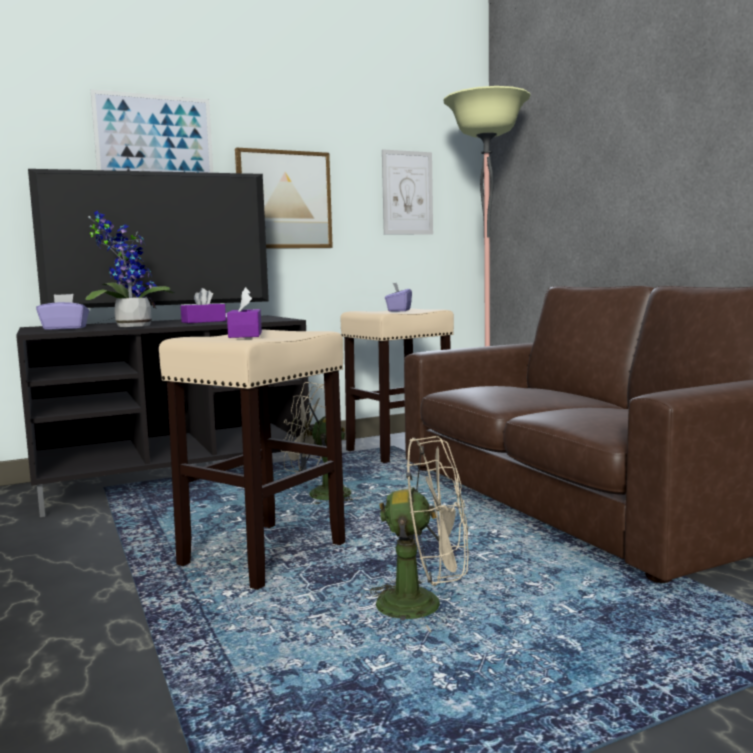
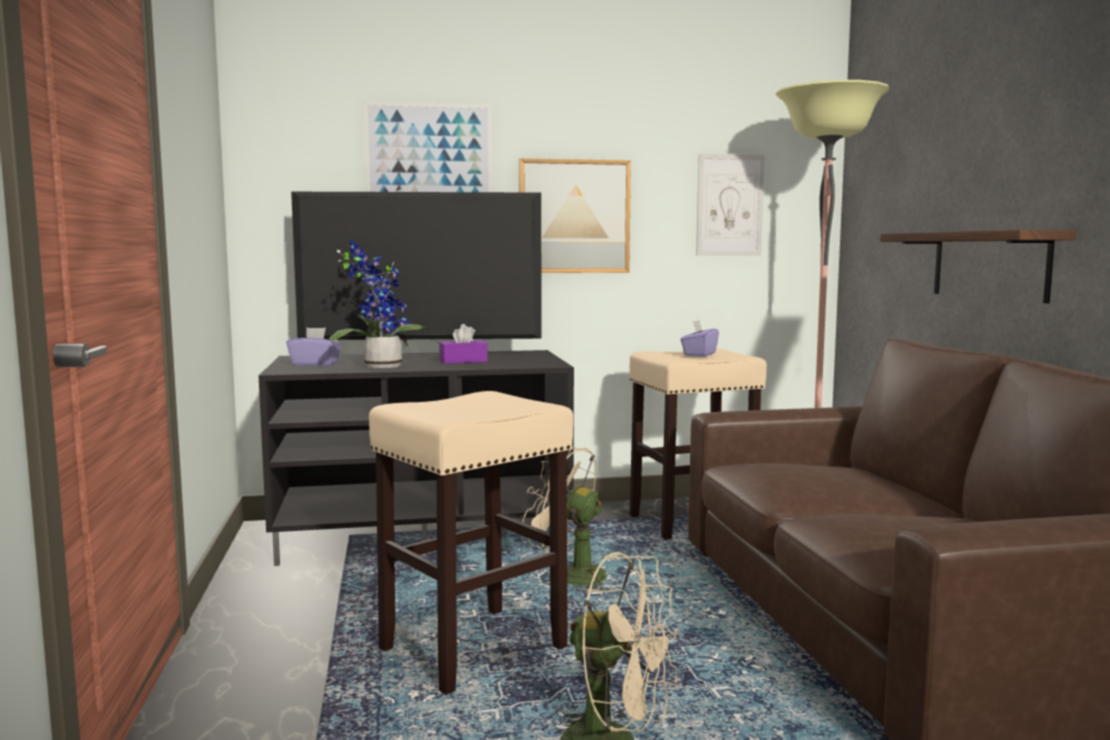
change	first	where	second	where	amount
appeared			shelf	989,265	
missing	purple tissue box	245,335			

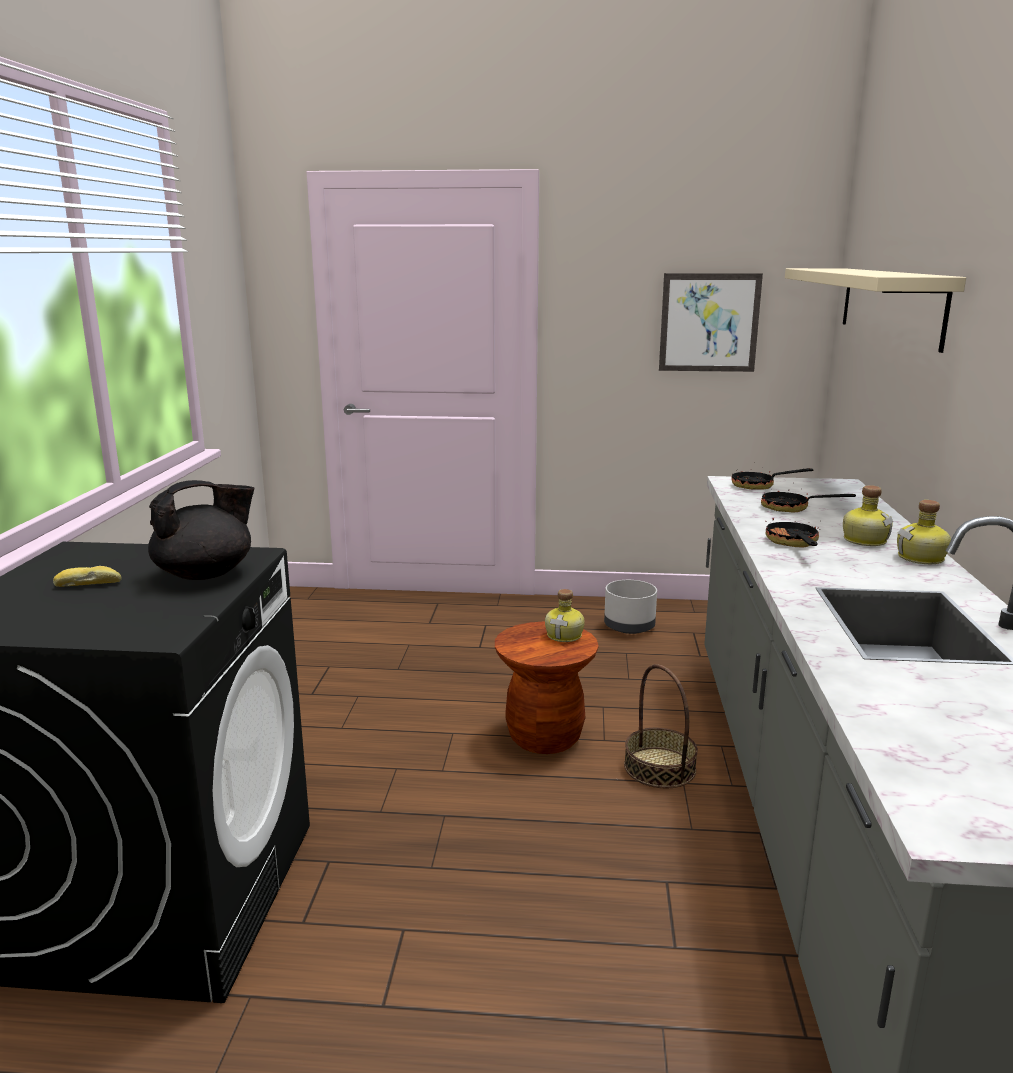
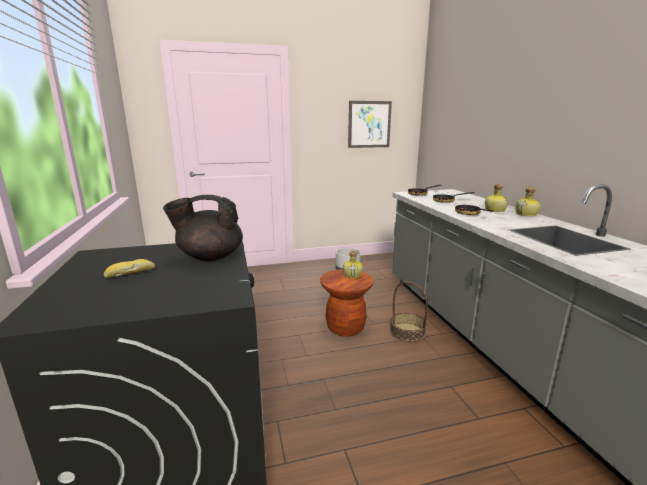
change	first	where	second	where	amount
spun	black teapot	206,574		210,257	135 degrees counterclockwise
missing	beige shelf	890,304			

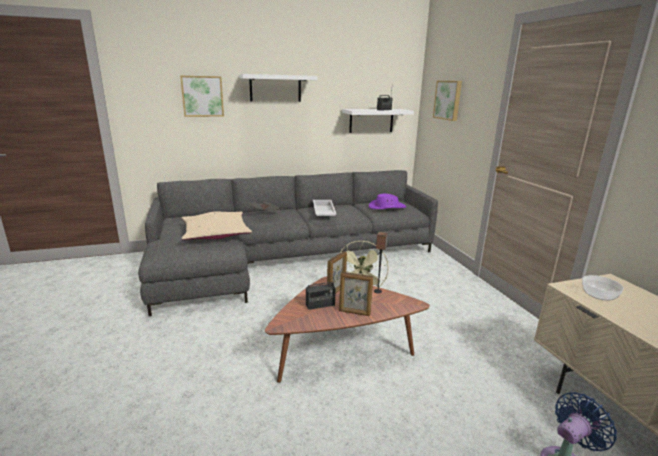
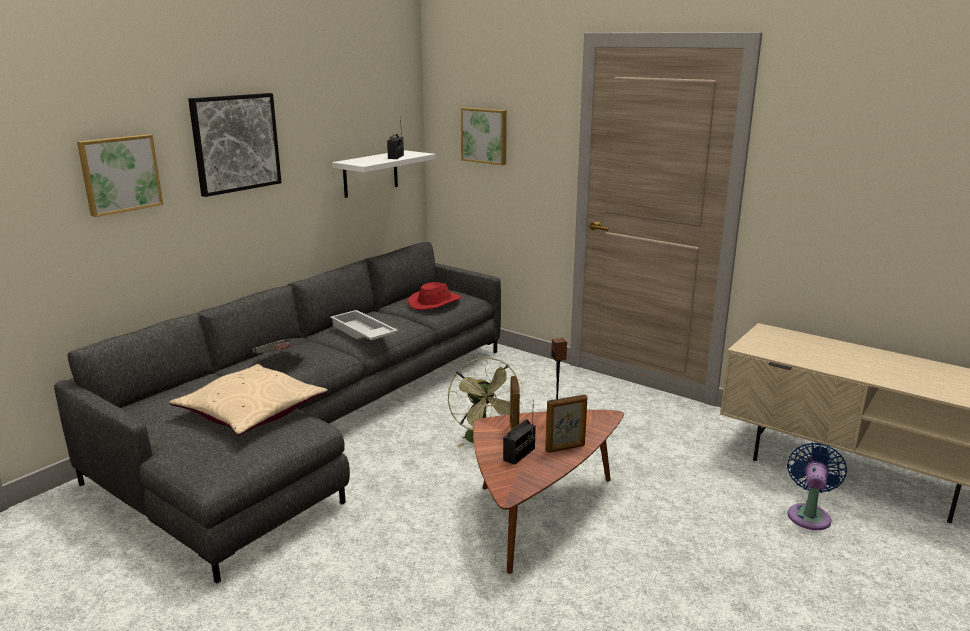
change	first	where	second	where	amount
exchanged	white shelf	275,88	picture	235,143	
colour	purple hat	387,207	red hat	435,303	
missing	bowl	598,295			

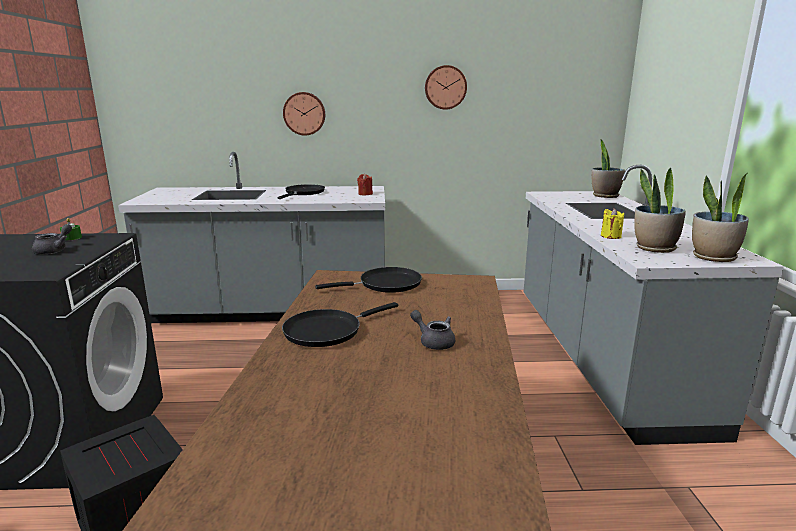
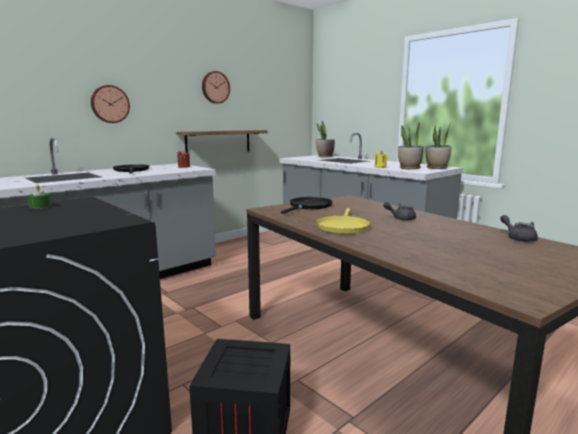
change	first	where	second	where	amount
appeared			shelf	218,142	
colour	black frying pan	327,331	yellow frying pan	343,227	
relocated	grey teapot	55,250		518,238	

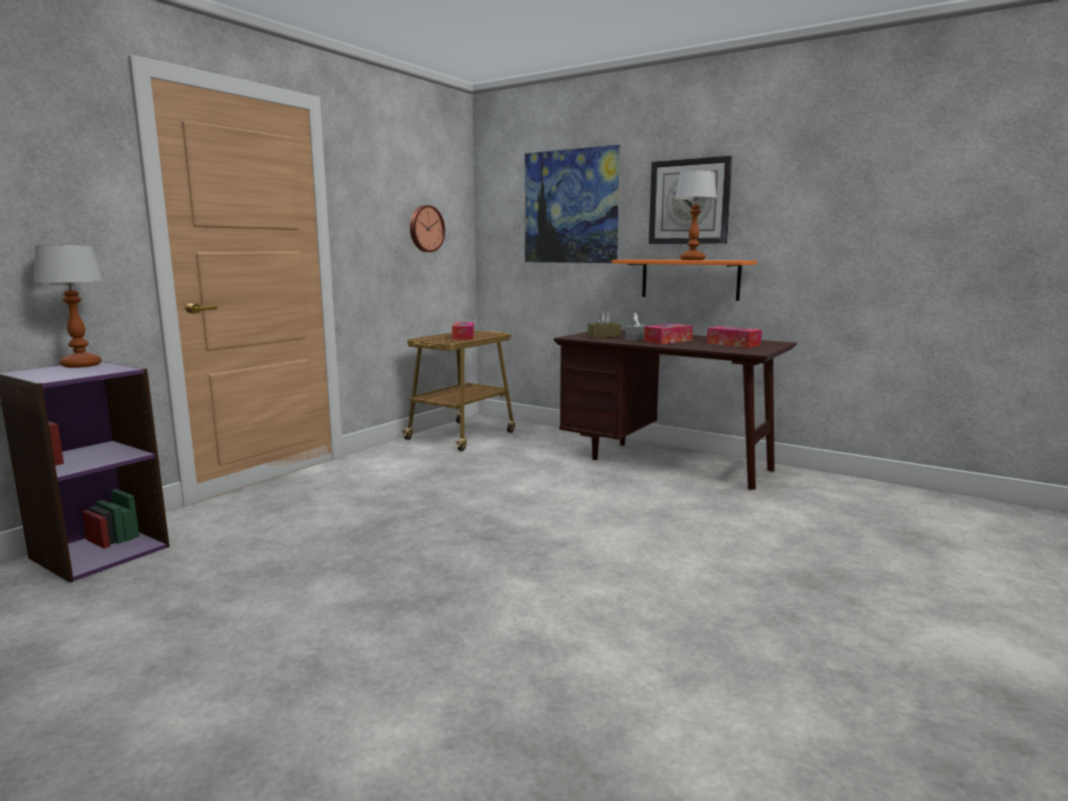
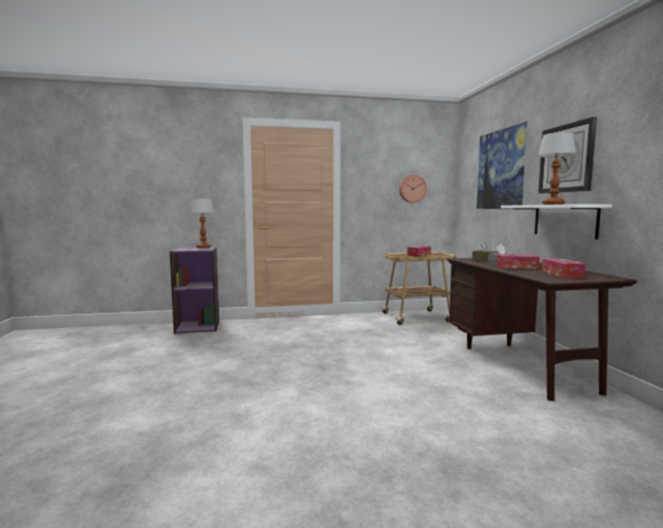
change	first	where	second	where	amount
colour	orange shelf	690,279	white shelf	564,220	

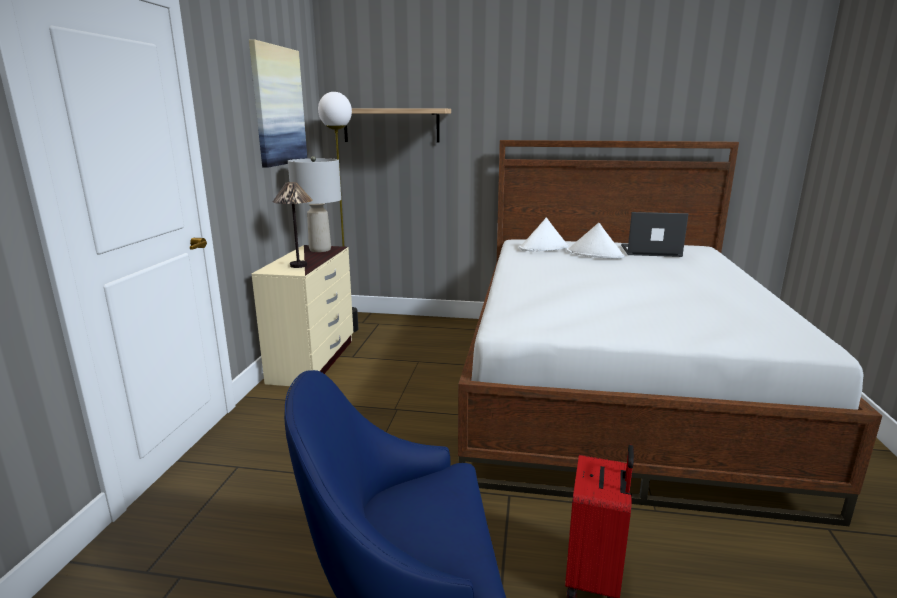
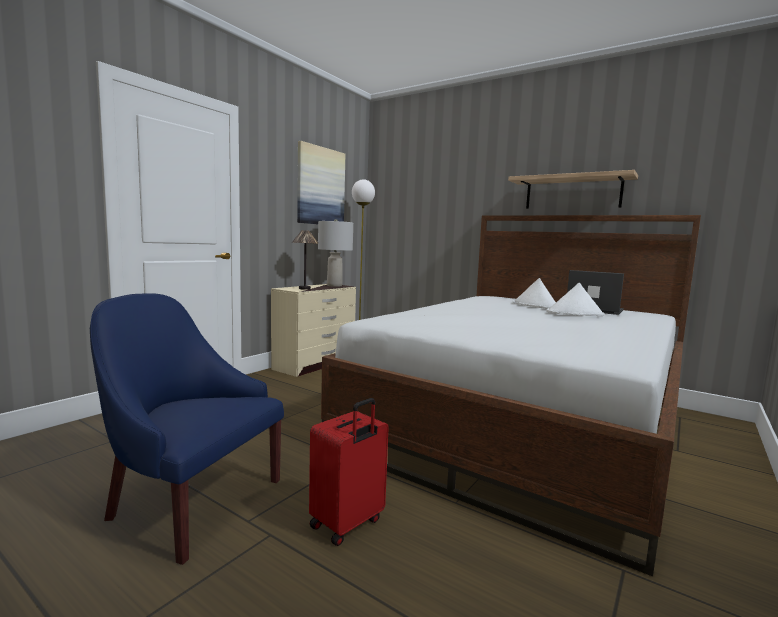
change	first	where	second	where	amount
relocated	shelf	391,125		572,193	
relocated	white hat	544,248		575,314	

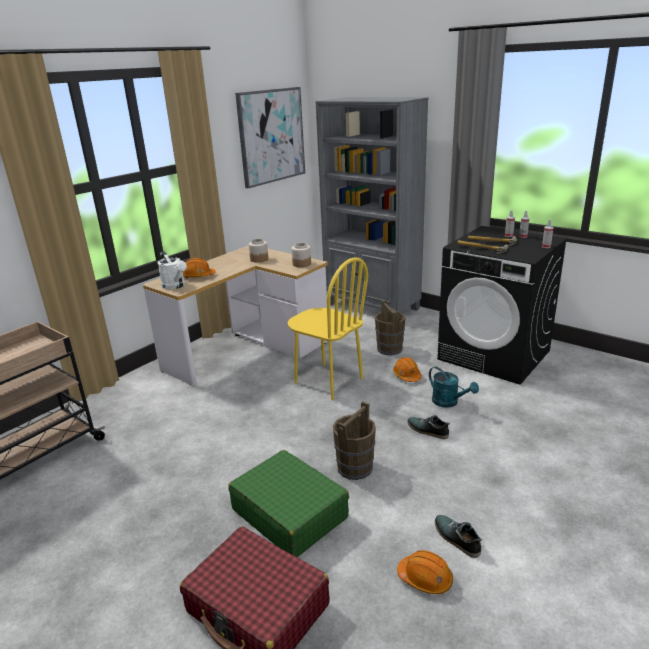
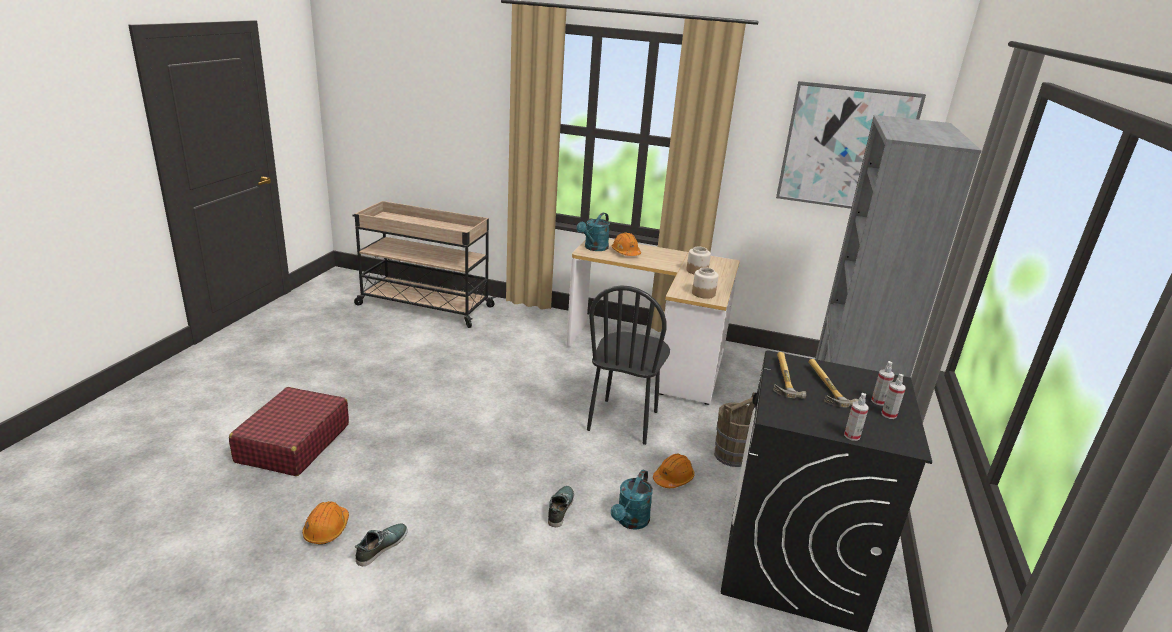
change	first	where	second	where	amount
colour	white watering can	175,286	turquoise watering can	594,248	
colour	yellow chair	328,381	black chair	623,421	
missing	green suitcase	289,513			
missing	brown bucket	354,468			

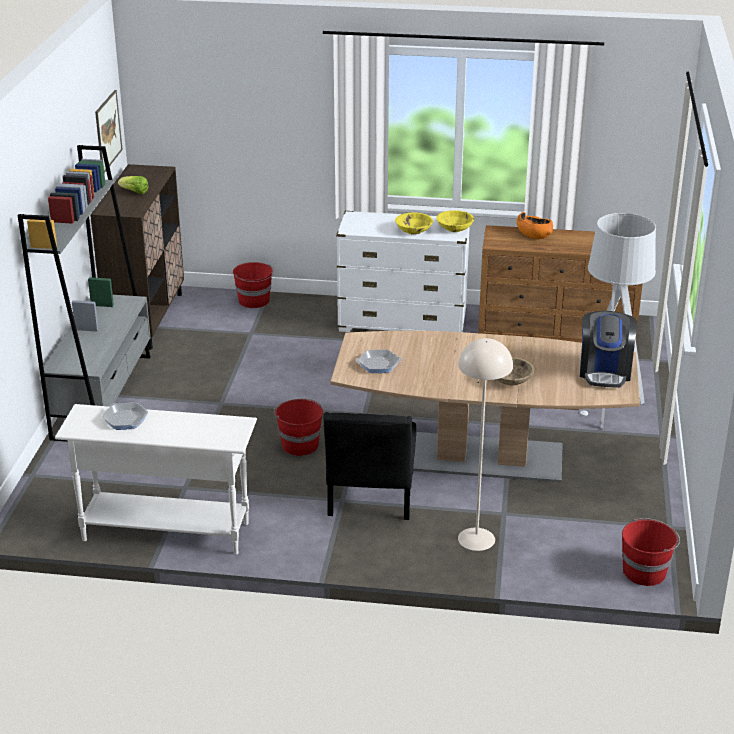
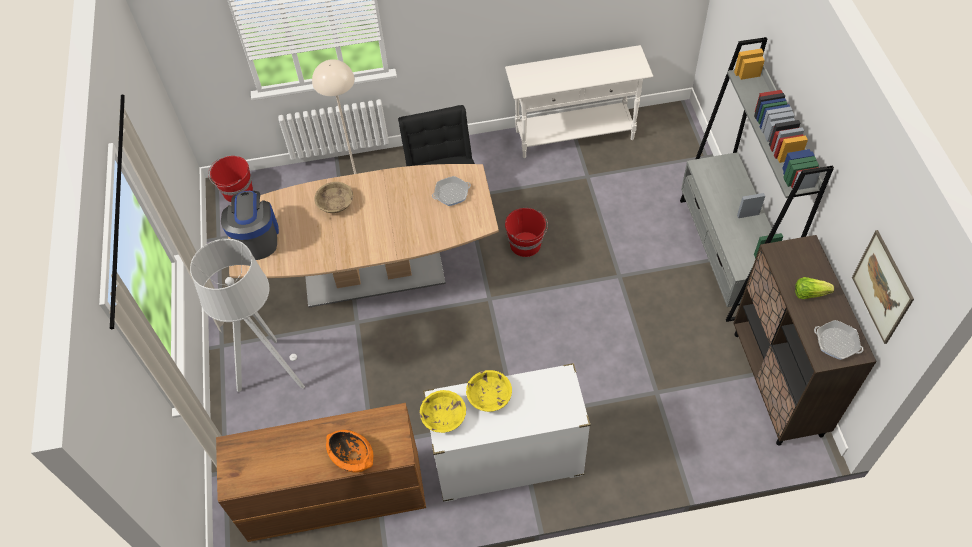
change	first	where	second	where	amount
relocated	frying pan	125,420		836,342	
missing	red bucket	254,301			

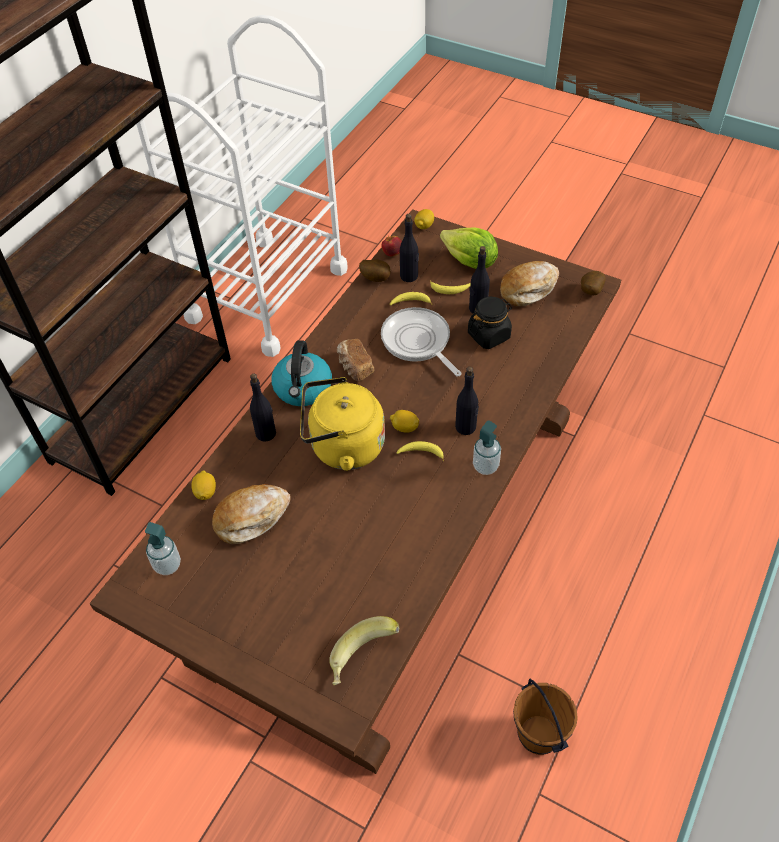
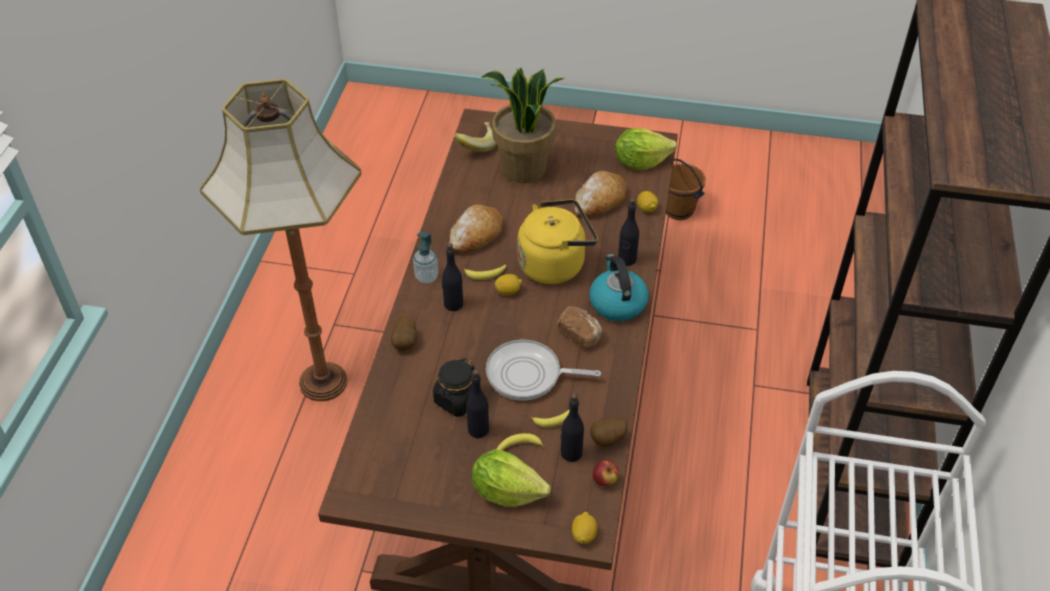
change	first	where	second	where	amount
appeared			floor lamp	323,380	
relocated	potato	590,292		406,343	
relocated	bread	528,289		476,235	
appeared			potted plant	523,170	
spun	frying pan	418,342		528,375	150 degrees clockwise
exchanged	soap dispenser	167,565	lettuce	640,162	
relocated	brown bucket	537,735		679,210	

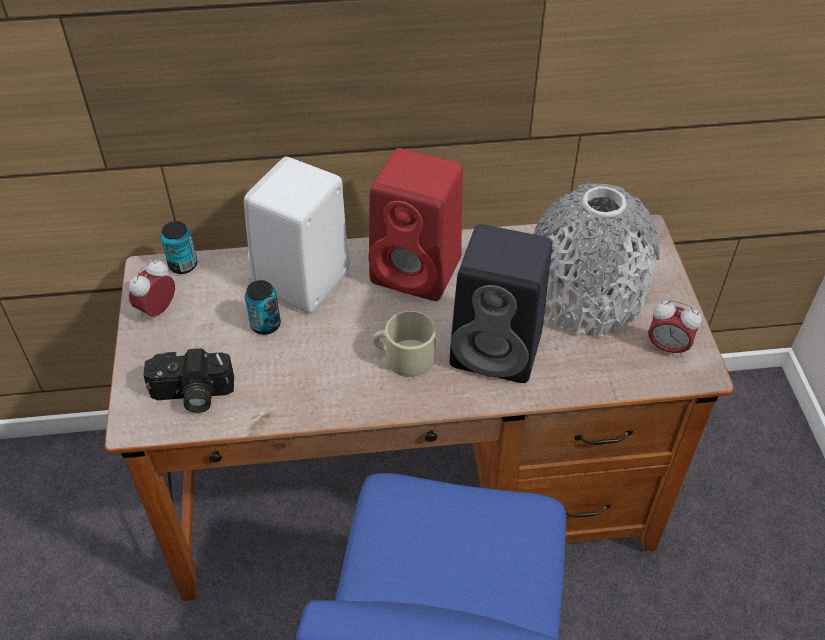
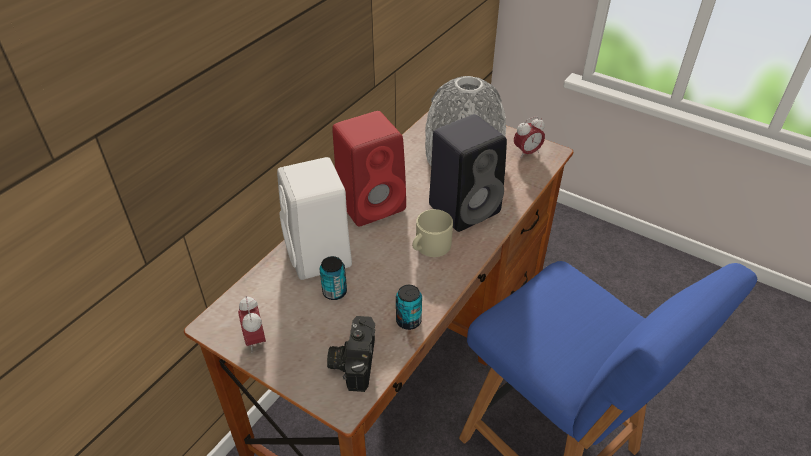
change	first	where	second	where	amount
spun	photo camera	192,395		352,361	150 degrees clockwise
relocated	can	183,265		408,321	

